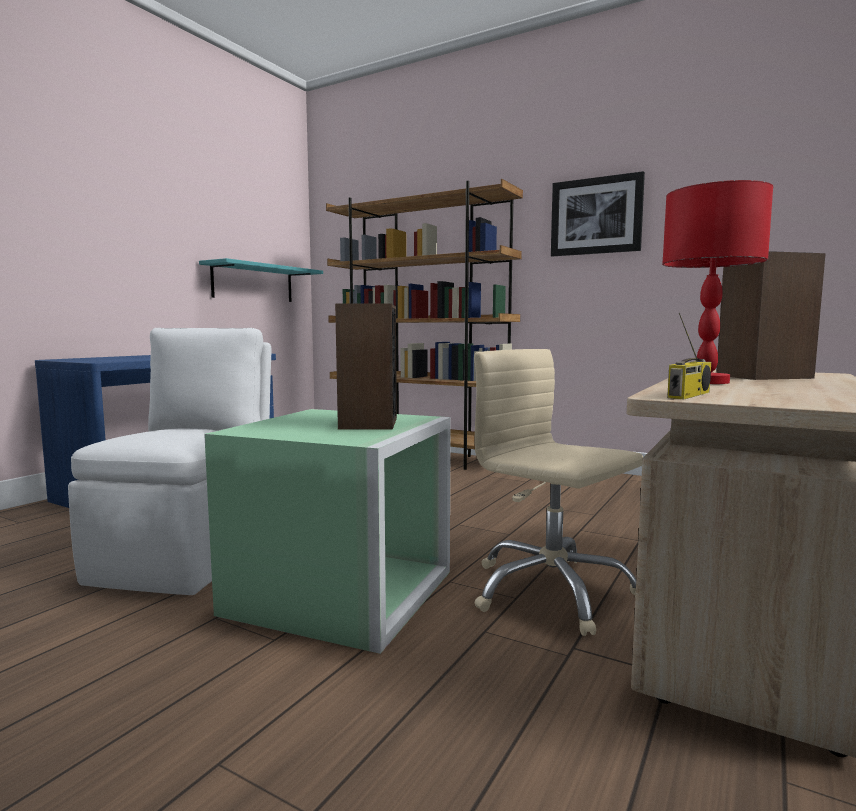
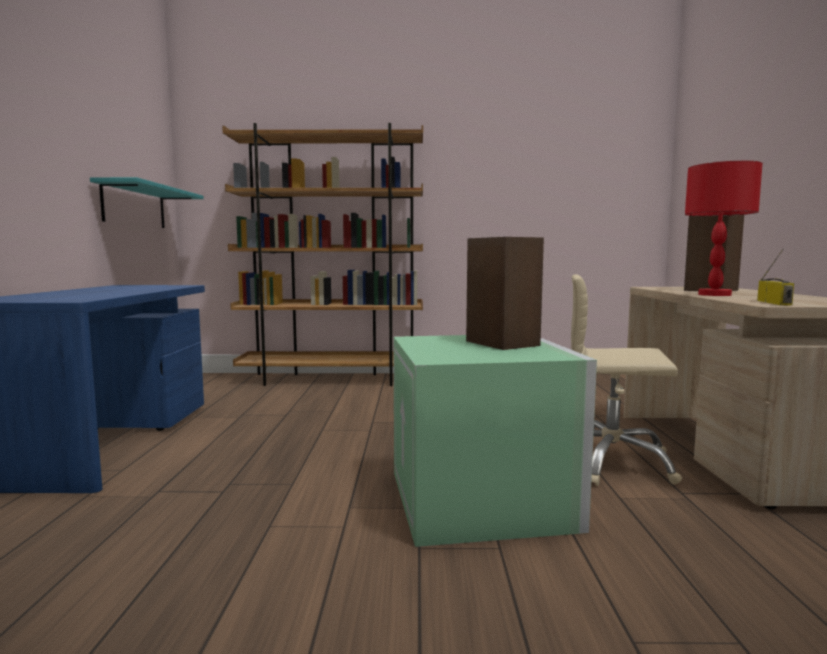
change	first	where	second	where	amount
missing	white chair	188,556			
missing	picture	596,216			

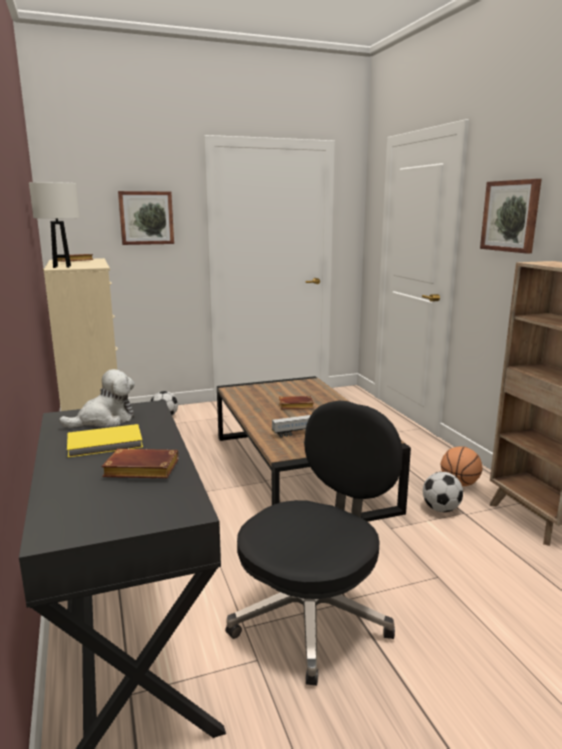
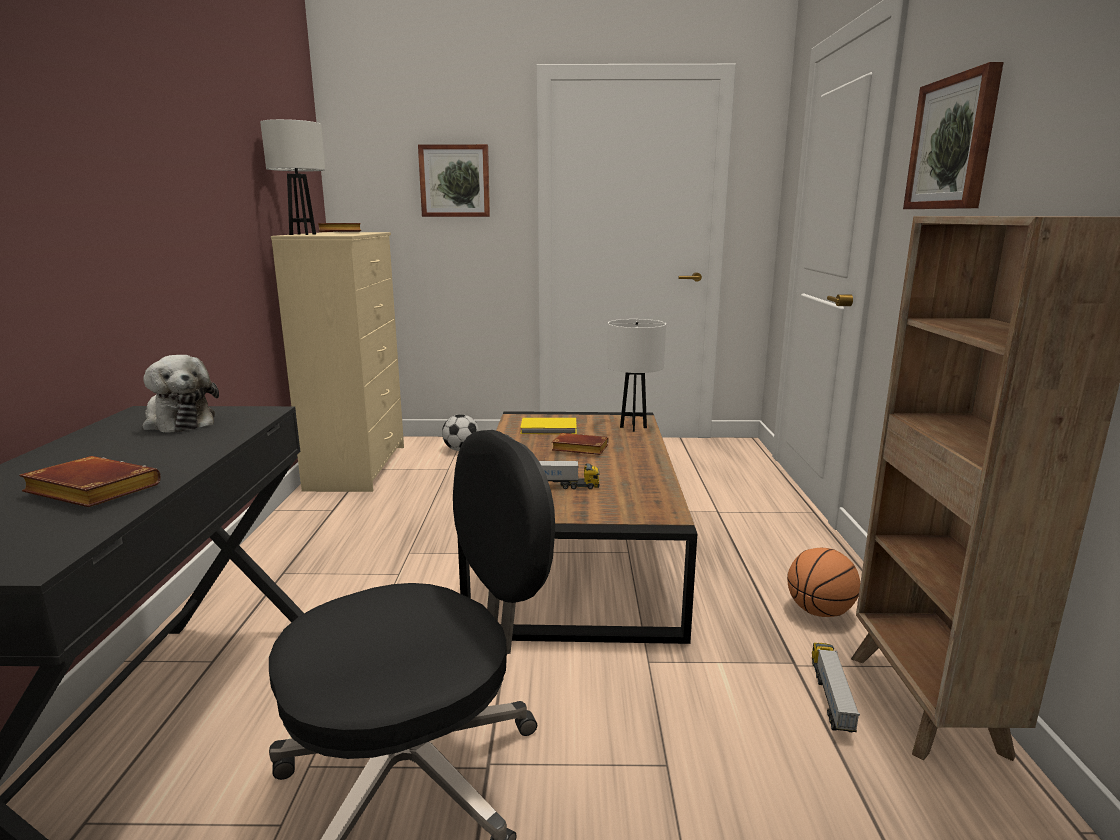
change	first	where	second	where	amount
spun	plush toy	105,420		179,421	60 degrees clockwise
relocated	yellow book	106,443		549,429	
appeared			white table lamp	633,427	
appeared			toy truck	831,697	
missing	football	441,509			

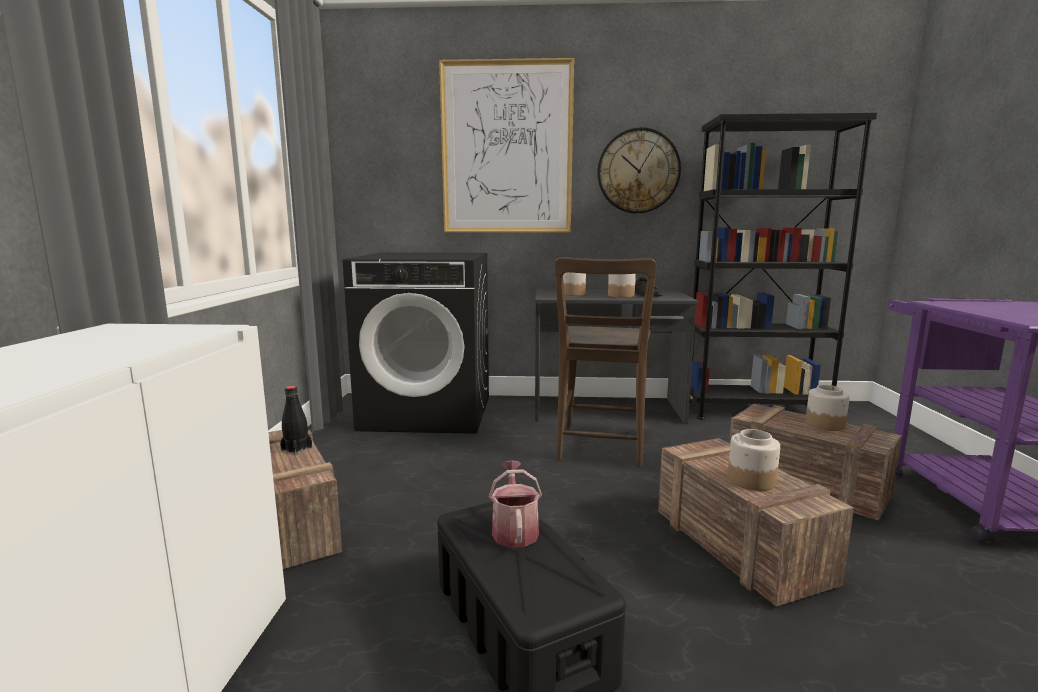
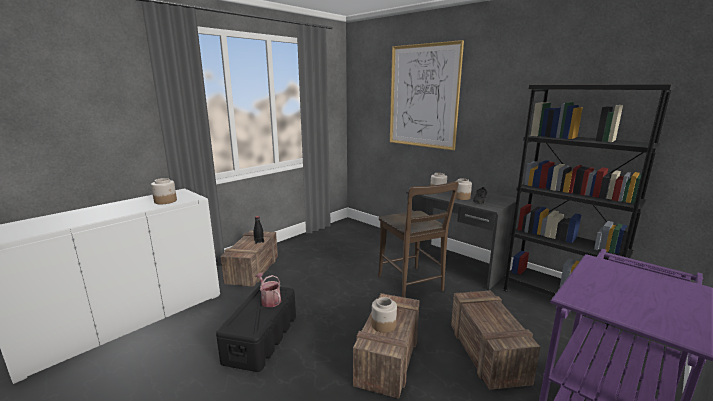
change	first	where	second	where	amount
relocated	jar	825,424		166,201	
spun	watering can	514,529		269,300	75 degrees counterclockwise
spun	brown chair	600,448		412,284	75 degrees counterclockwise
missing	black washing machine	428,413			
missing	wall clock	638,171			

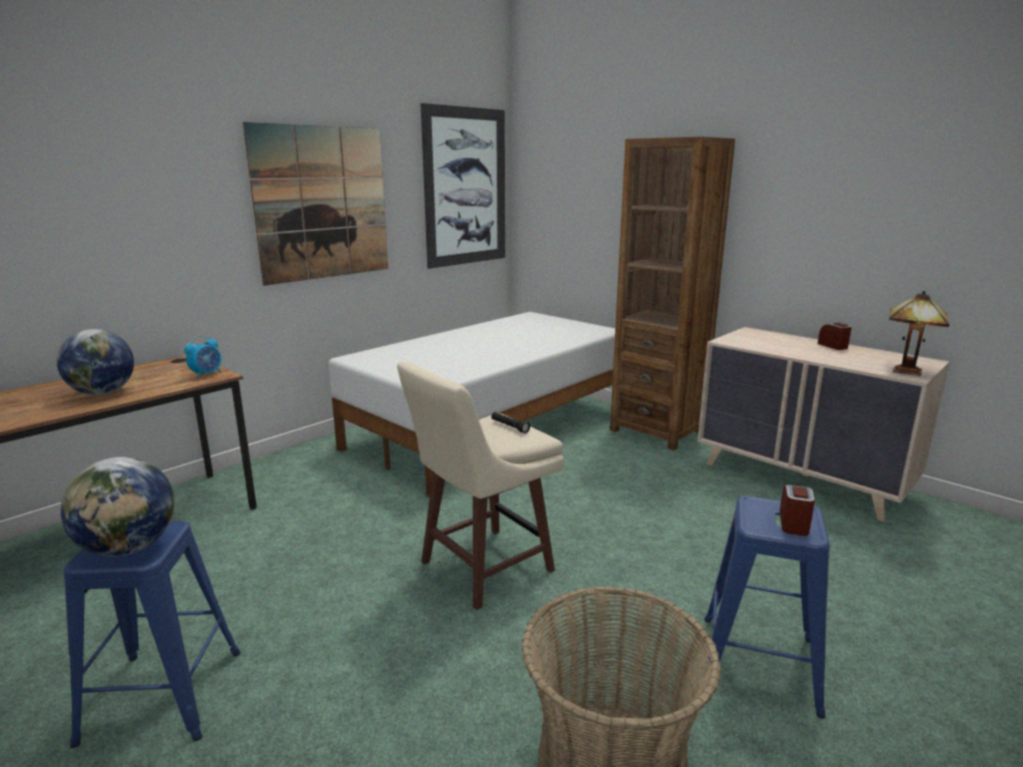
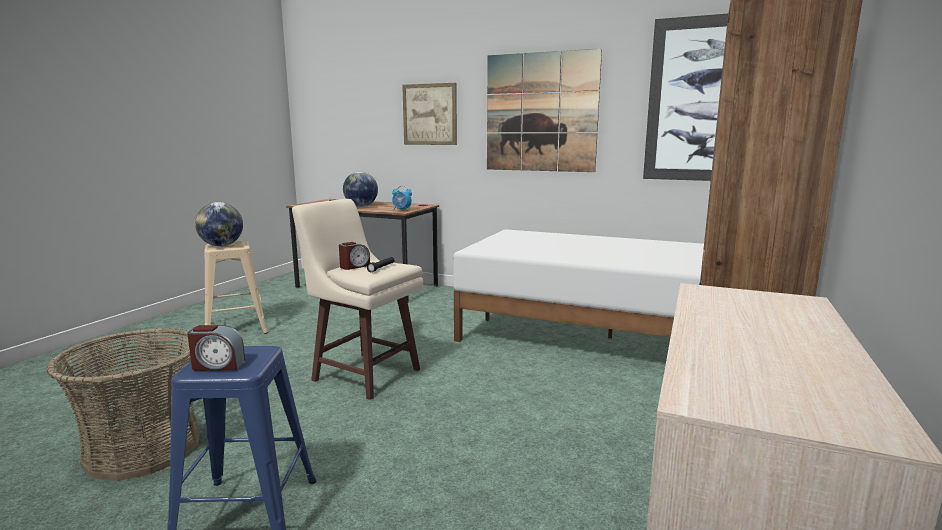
change	first	where	second	where	amount
colour	blue stool	162,693	beige stool	237,327	
relocated	alarm clock	833,346		354,266	
appeared			picture	429,114	
missing	table lamp	905,370			

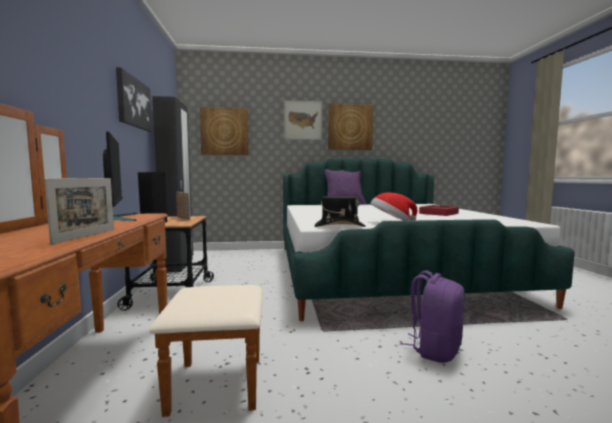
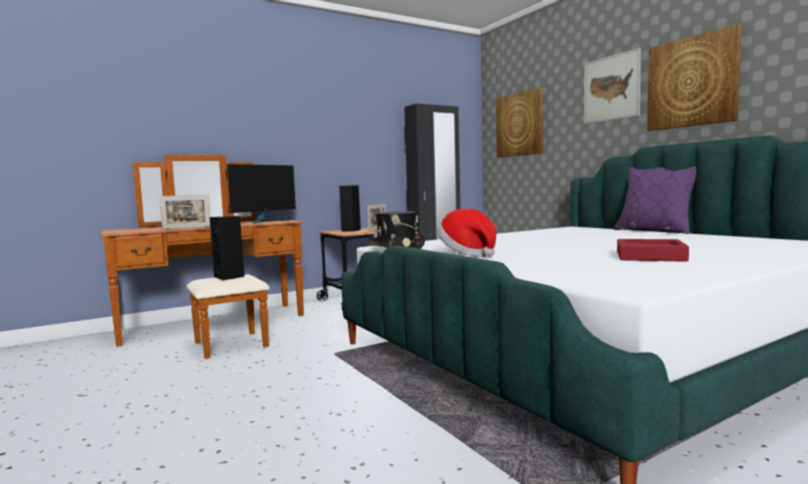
change	first	where	second	where	amount
appeared			black speaker	229,277	
missing	picture	133,103			
missing	purple backpack	435,349			

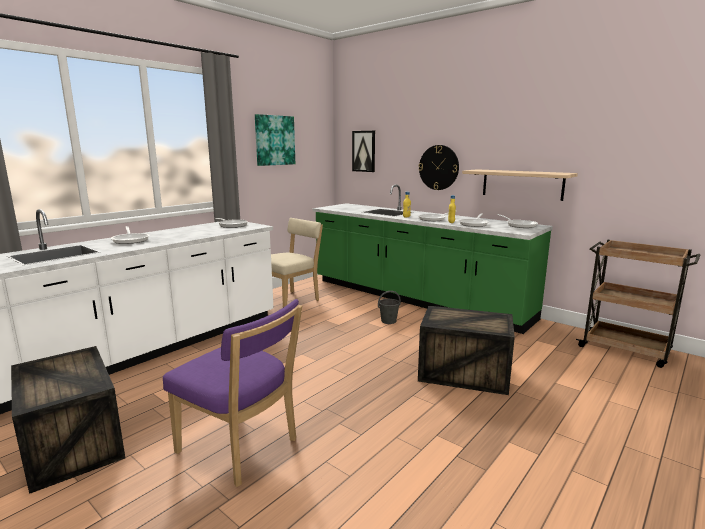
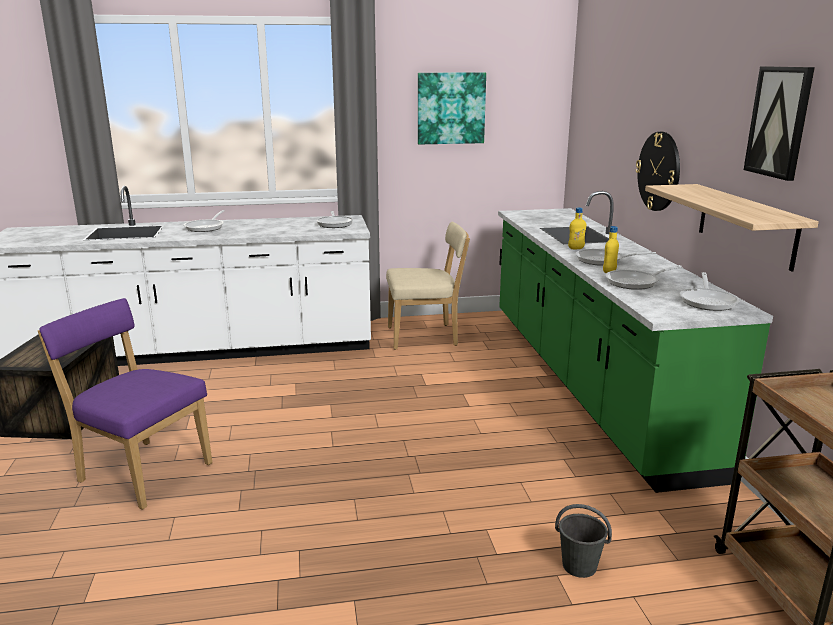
change	first	where	second	where	amount
spun	purple chair	241,448		141,471	135 degrees clockwise
relocated	grey bucket	389,321		580,566	
relocated	picture	364,151		779,122	
missing	crate	465,373			

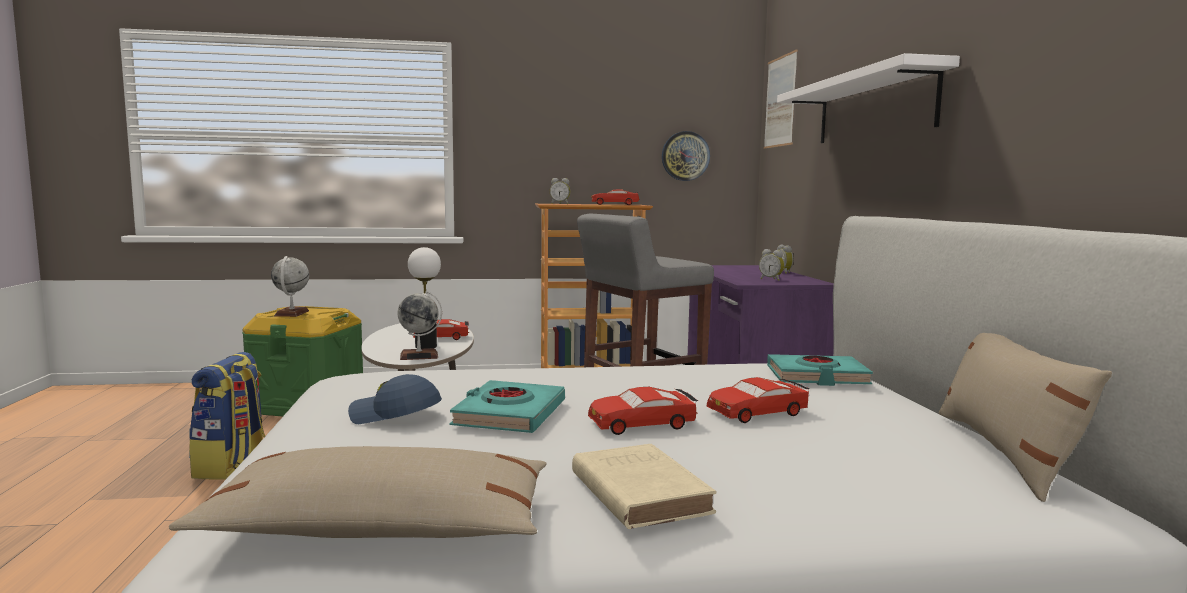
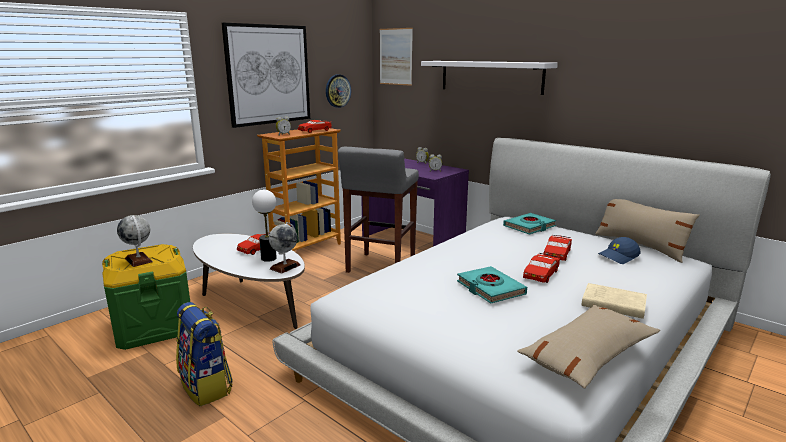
change	first	where	second	where	amount
appeared			picture	268,75	
relocated	blue cap	394,416		618,257	

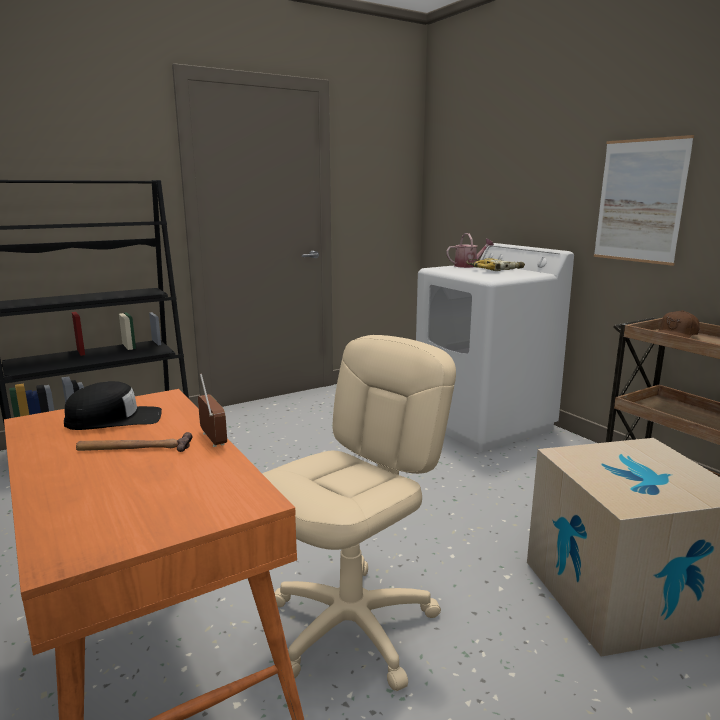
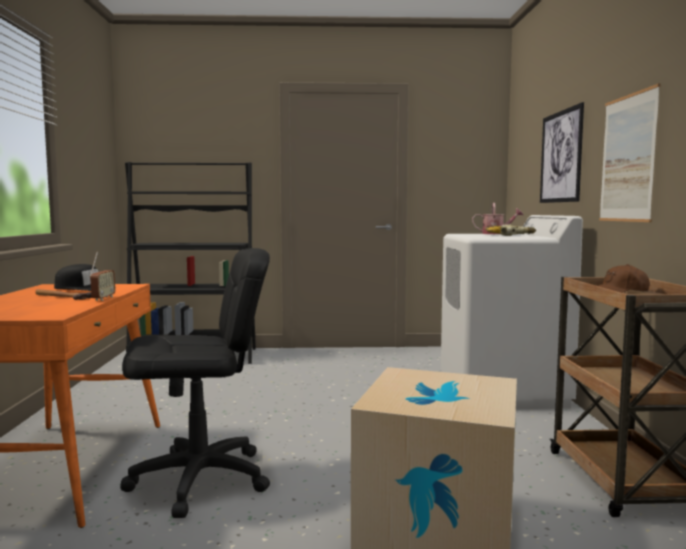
change	first	where	second	where	amount
colour	beige office chair	352,626	black office chair	200,479	
appeared			picture	560,157	

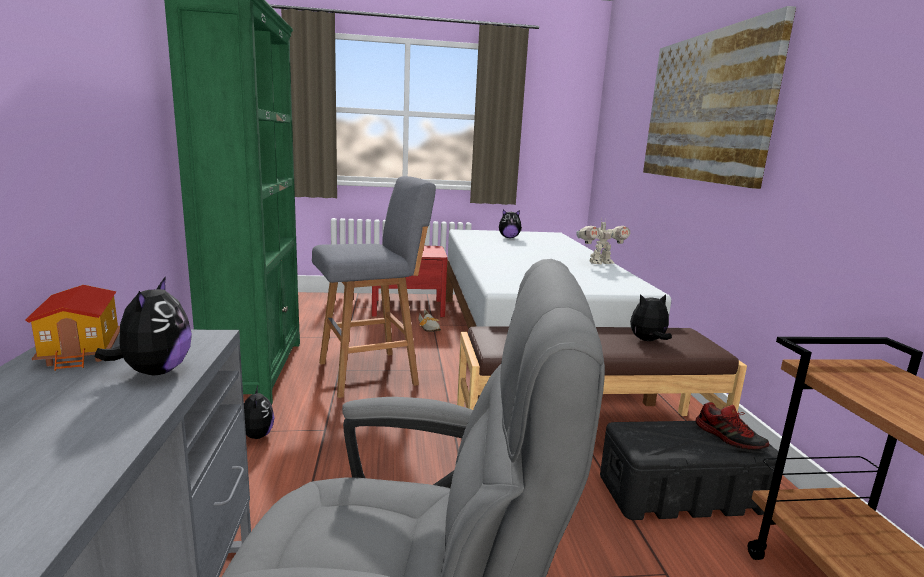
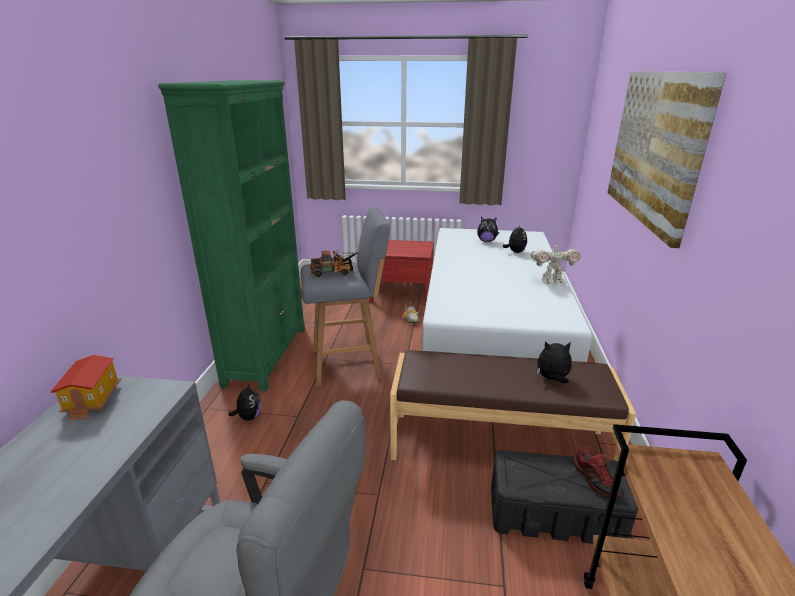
change	first	where	second	where	amount
appeared			toy truck	335,272	
relocated	plush toy	155,371		515,252	

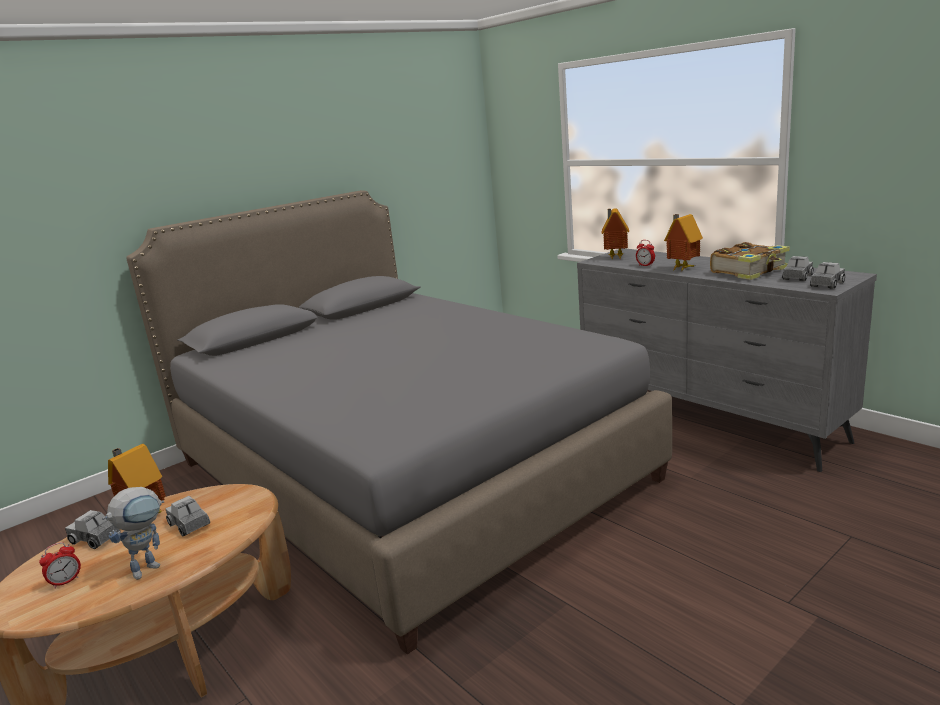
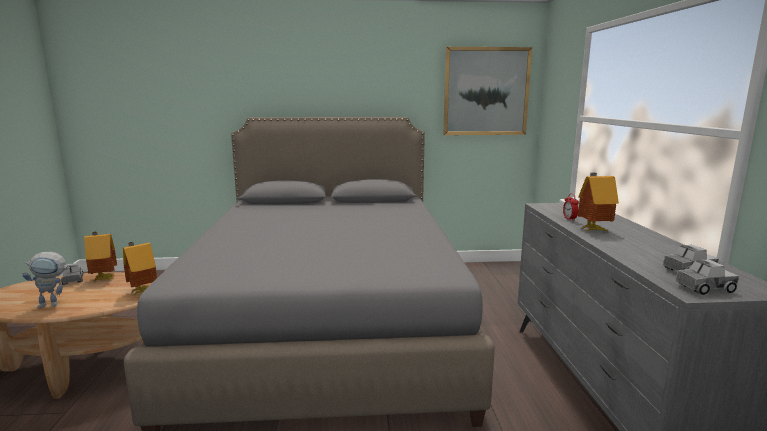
change	first	where	second	where	amount
relocated	toy house	614,257		142,291	
appeared			picture	486,91	
missing	alarm clock	66,581			
missing	toy truck	189,525			
missing	book	750,271			

